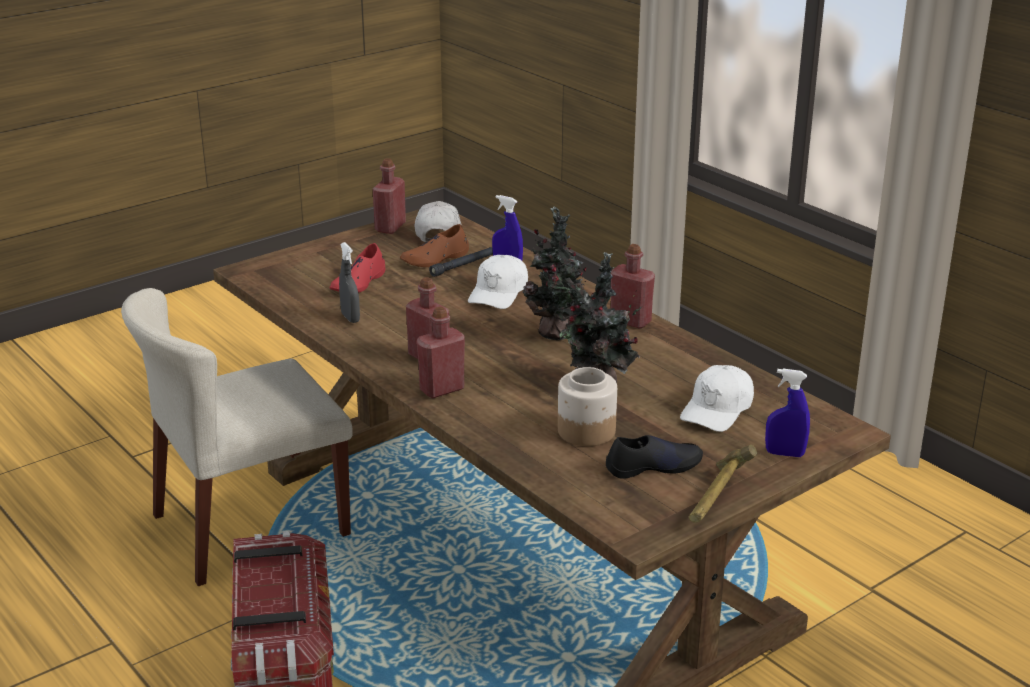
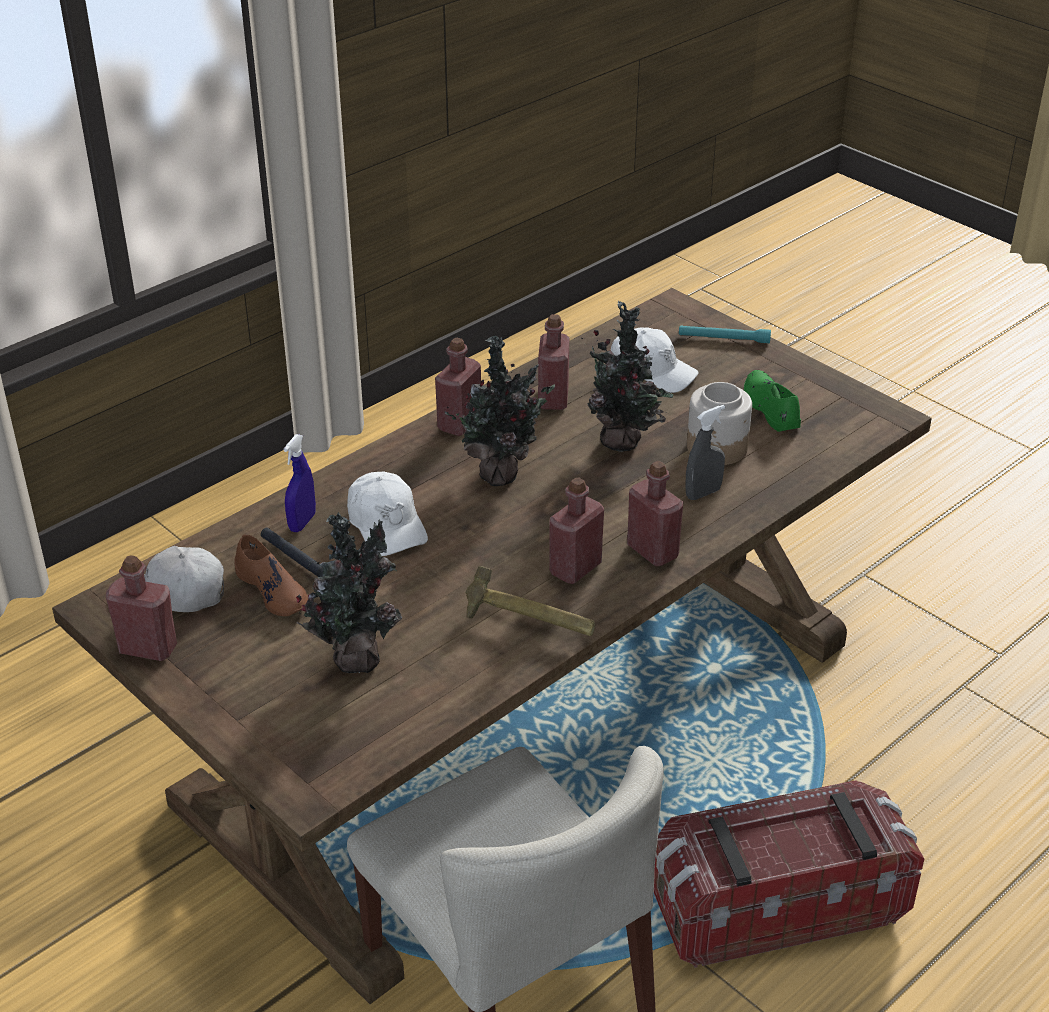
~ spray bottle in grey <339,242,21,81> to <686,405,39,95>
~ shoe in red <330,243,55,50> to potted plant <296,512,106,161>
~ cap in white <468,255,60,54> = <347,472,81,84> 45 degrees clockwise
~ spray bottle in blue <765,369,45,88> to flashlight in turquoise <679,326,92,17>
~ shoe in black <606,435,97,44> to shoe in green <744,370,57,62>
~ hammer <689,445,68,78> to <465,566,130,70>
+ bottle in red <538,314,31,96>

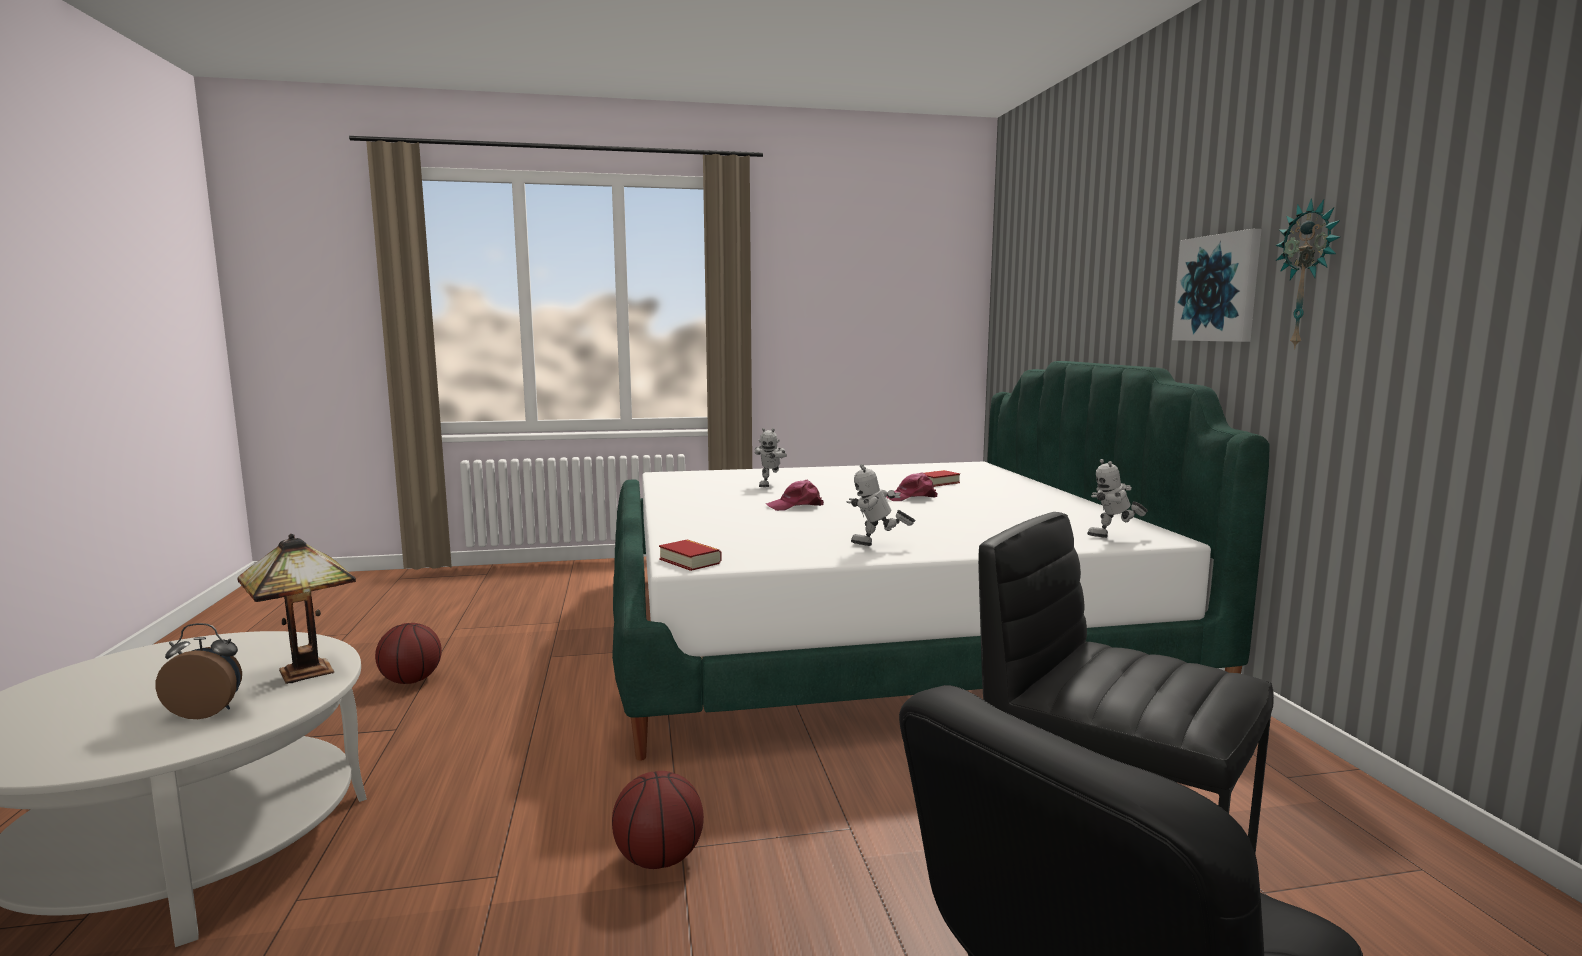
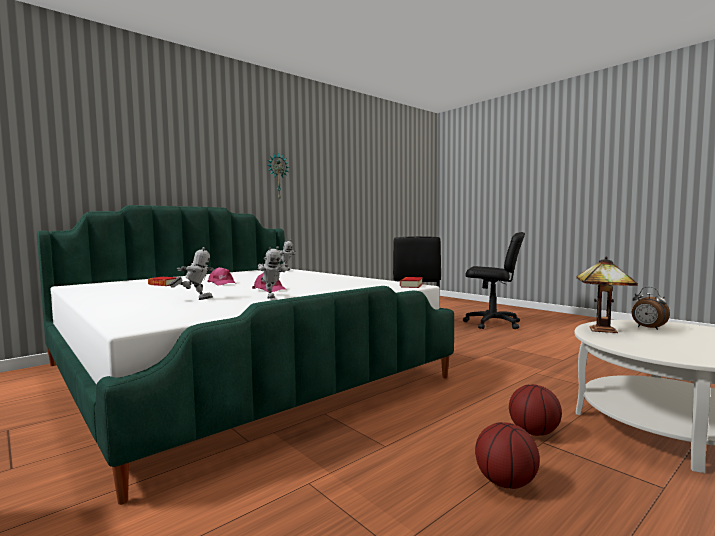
- picture <1172,229,90,113>
~ toy robot <847,464,68,82> to <257,246,31,53>
~ basketball <612,771,92,98> to <509,384,53,52>

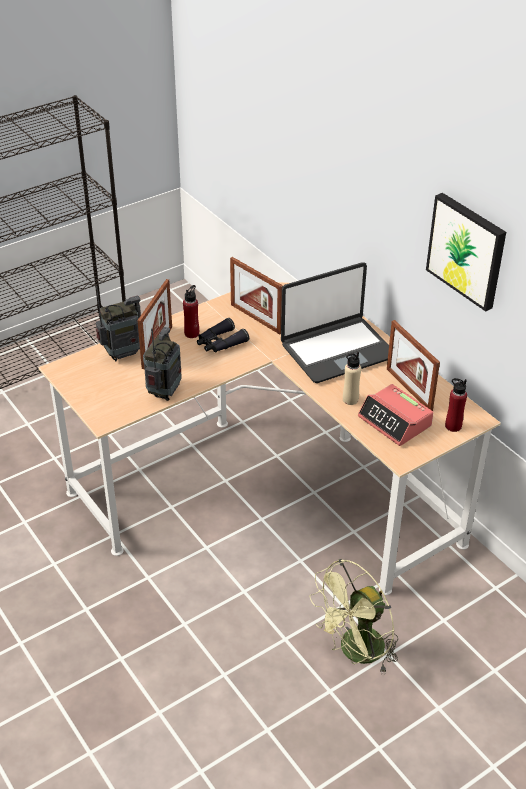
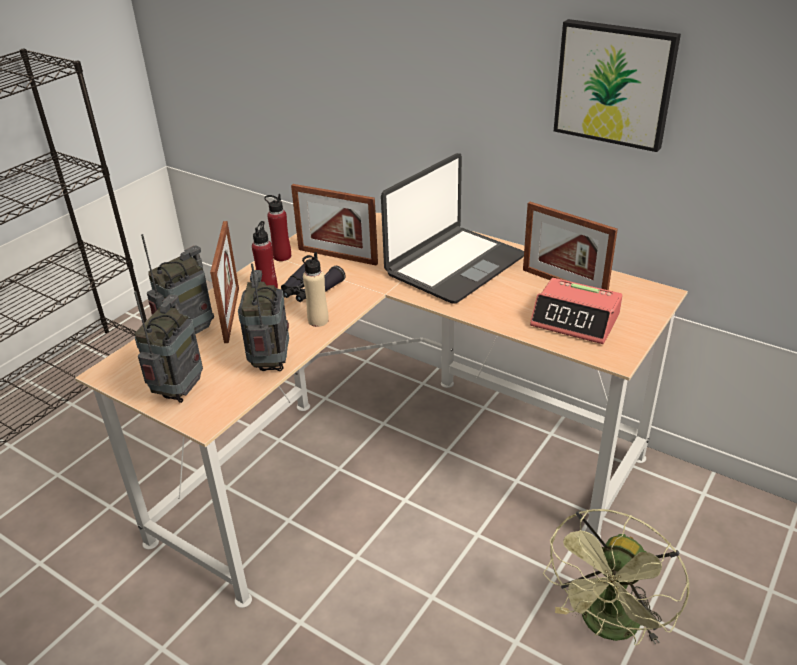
~ bottle in beige <343,352,18,53> to <302,252,27,75>
~ bottle in red <445,378,22,54> to <264,194,27,67>
+ radio <134,291,69,112>

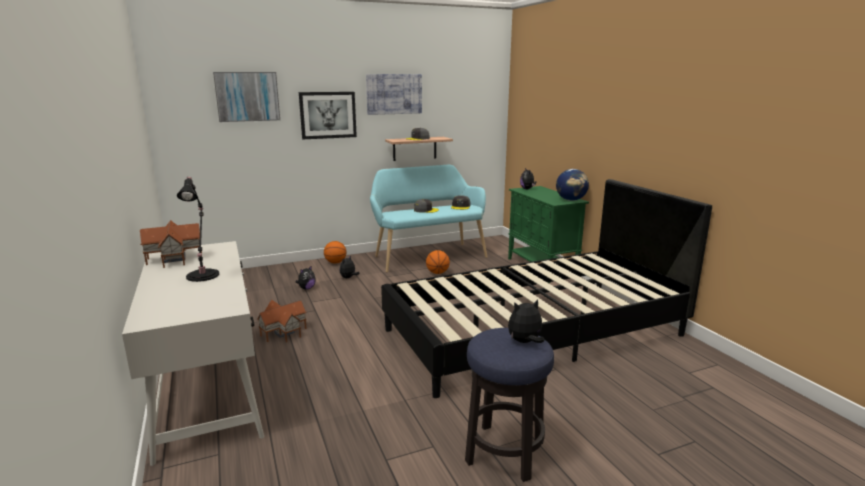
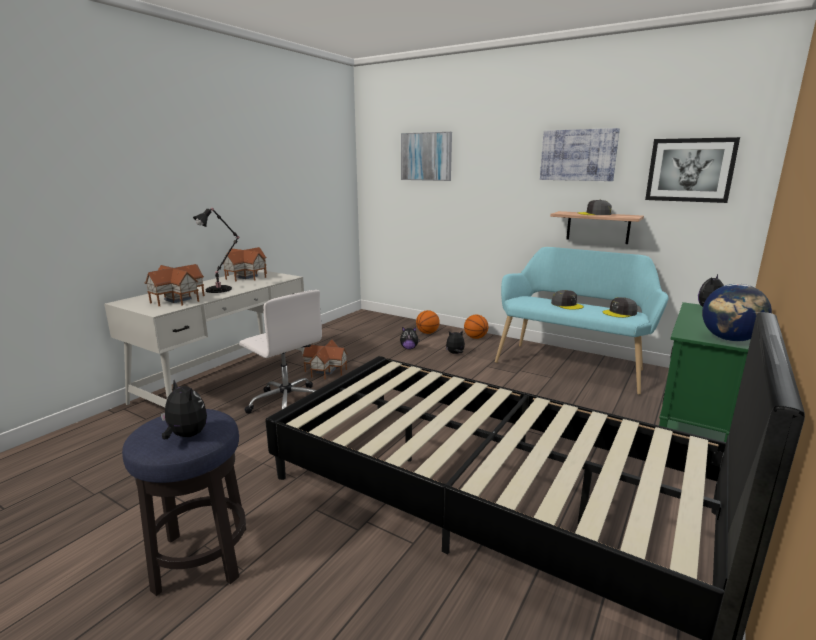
~ picture <299,92,58,47> to <645,137,95,66>
~ basketball <426,250,24,24> to <416,310,24,24>
+ toy house <145,264,60,42>
+ office chair in white <239,290,83,124>

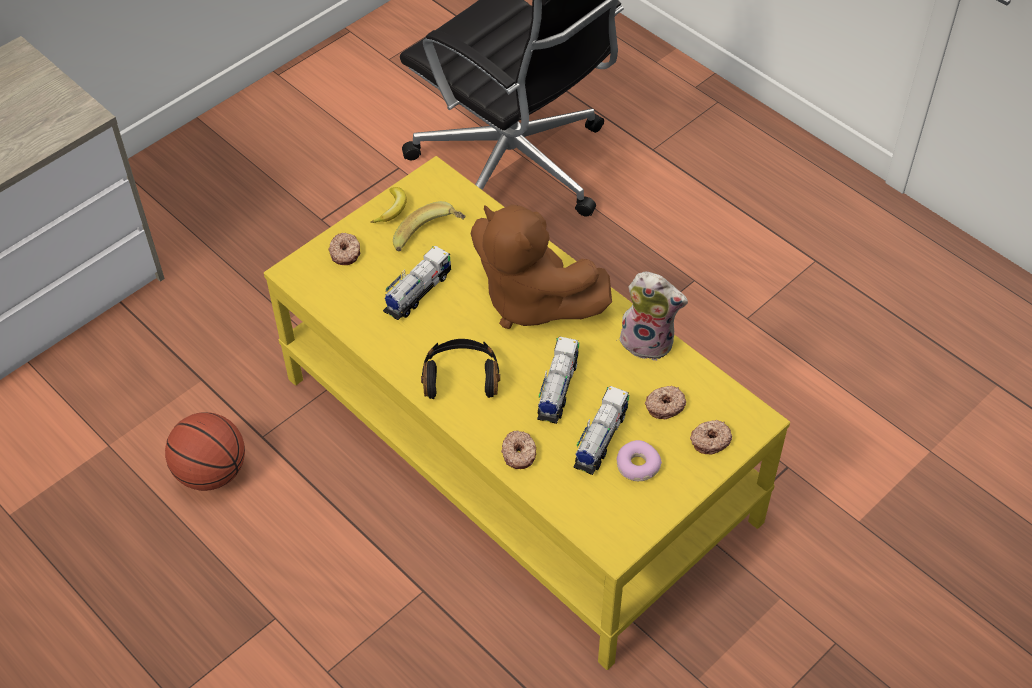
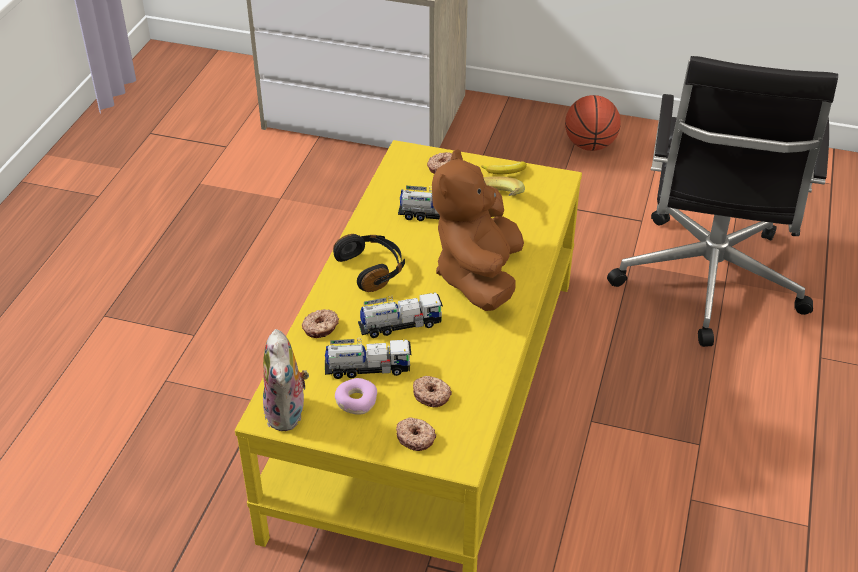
~ plush toy <620,271,68,89> to <263,329,46,102>
~ basketball <165,412,80,79> to <565,95,56,56>

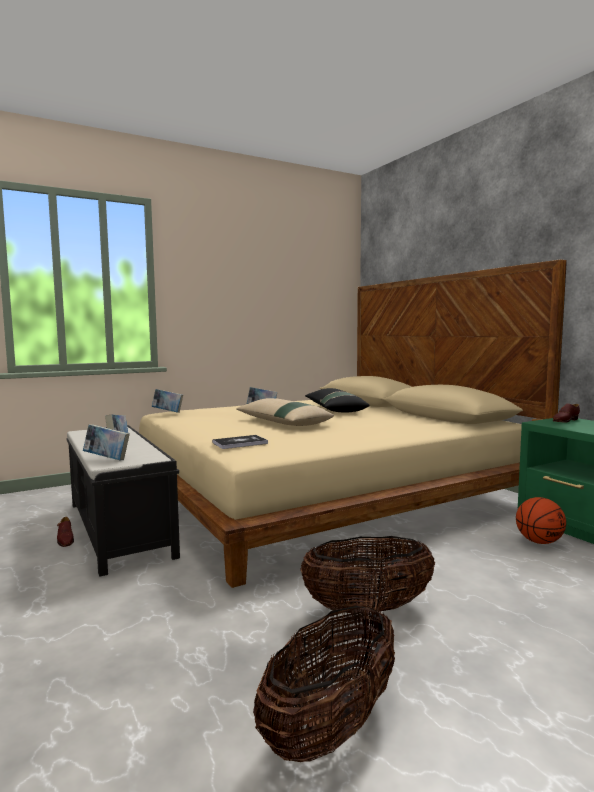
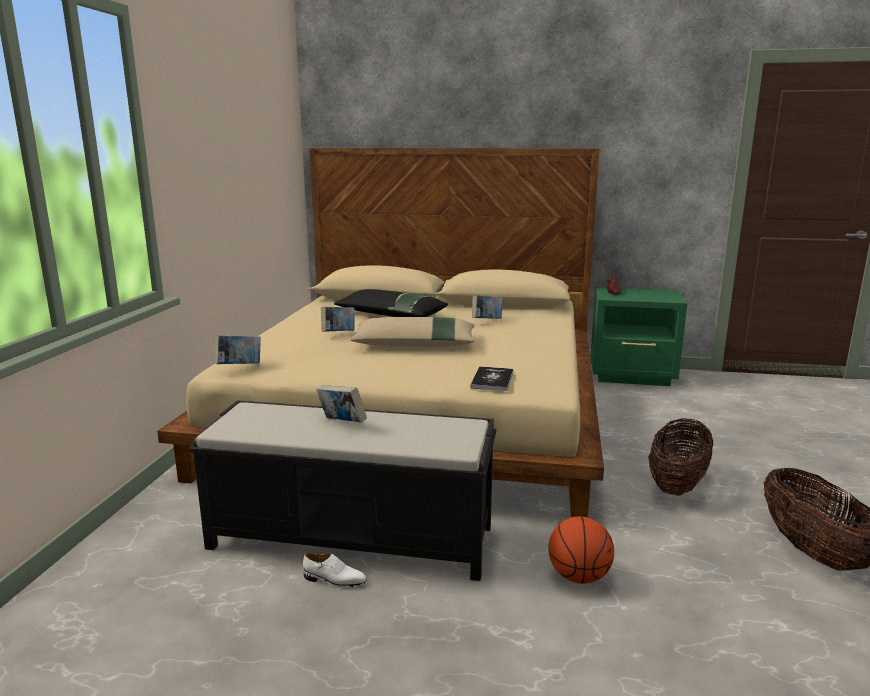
~ book <83,424,47,37> to <472,295,31,24>
~ basketball <516,497,50,47> to <548,516,66,68>
~ shoe in brown <57,517,17,30> to shoe in white <303,553,64,35>

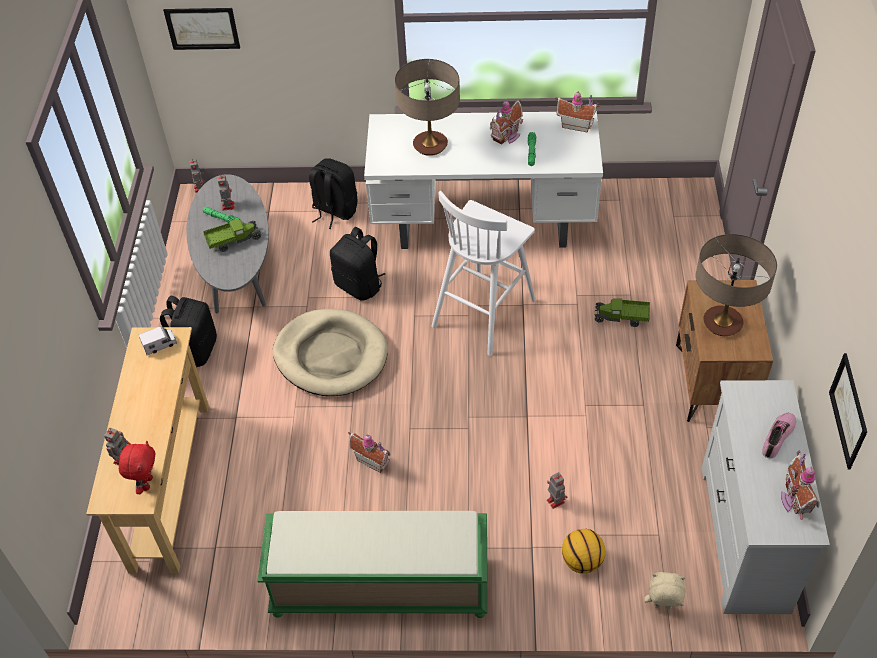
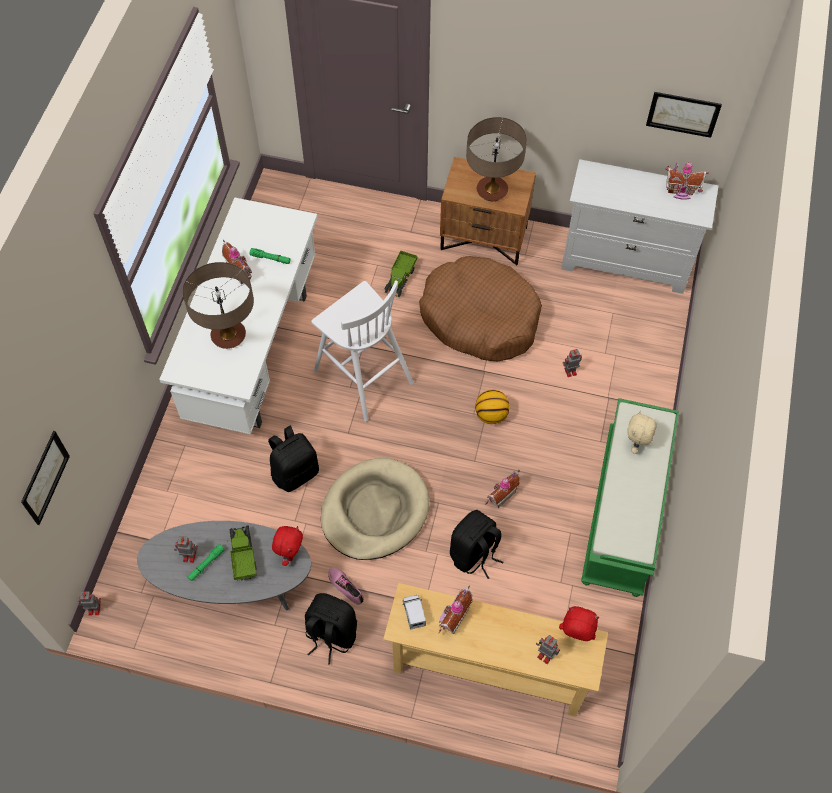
~ toy house <555,92,45,41> to <438,585,35,49>
~ backpack in black <309,158,48,71> to <450,510,53,69>
~ shoe <762,413,34,45> to <328,567,36,38>
~ basketball <562,529,44,45> to <475,390,34,34>
~ plush toy in beige <645,572,40,37> to <627,411,30,43>
+ dog bed in brown <419,256,123,105>
+ plush toy in red <272,526,31,40>

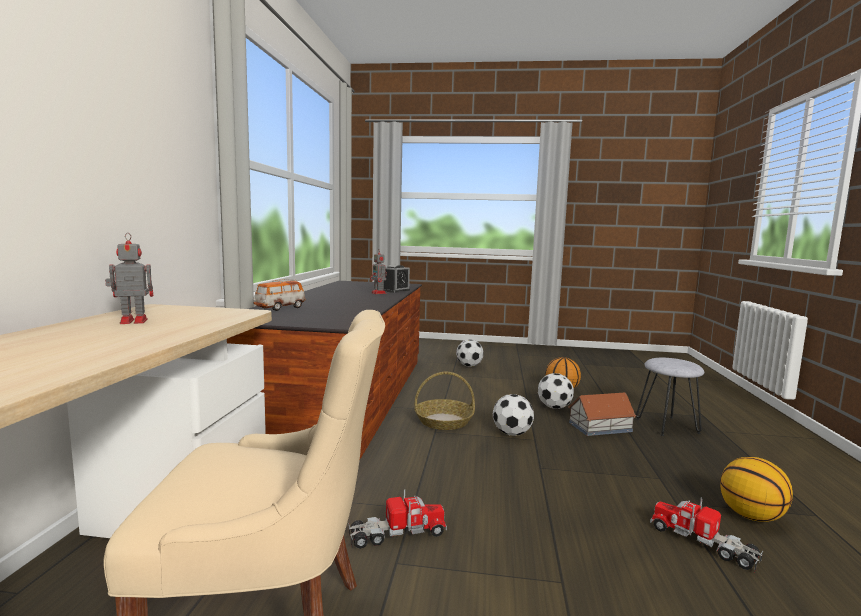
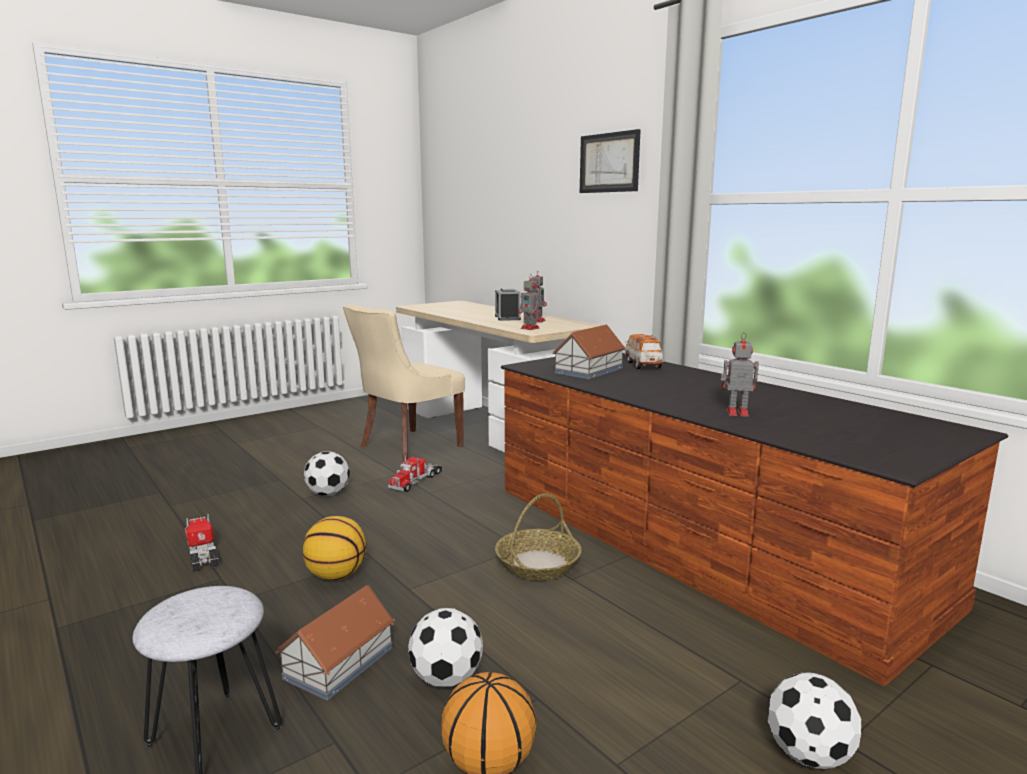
~ alarm clock <384,265,26,28> to <495,288,26,33>
~ football <493,394,41,42> to <304,452,46,44>
~ basketball <720,457,73,65> to <303,516,63,64>
~ toy truck <650,497,113,75> = <185,514,34,58> 120 degrees counterclockwise
+ picture <580,129,61,64>
+ toy robot <518,275,24,55>
+ toy house <552,325,73,54>

